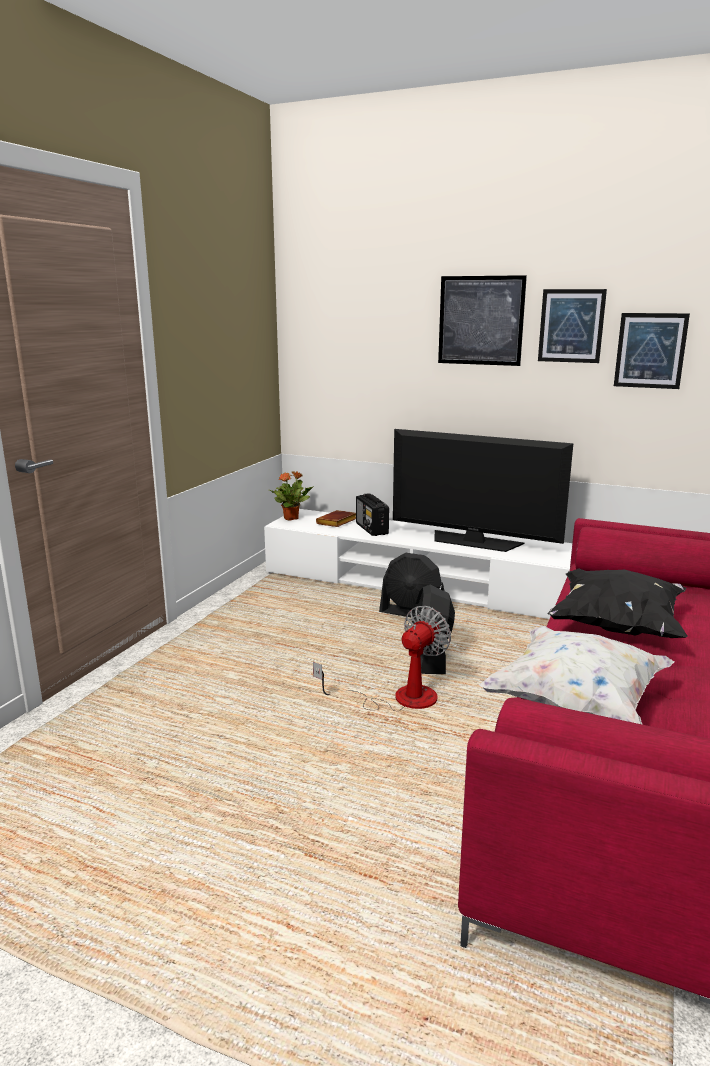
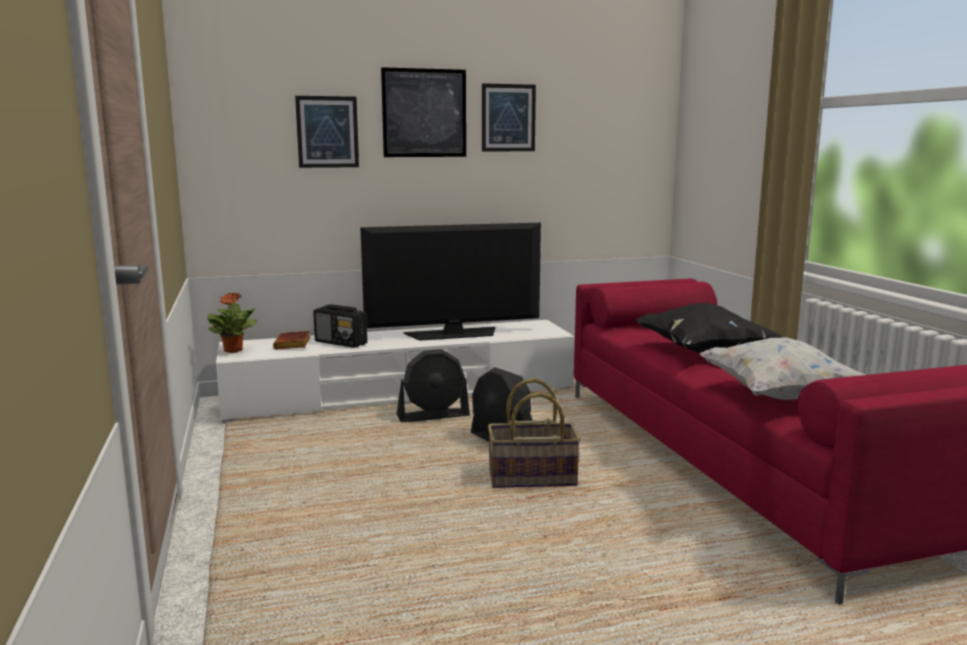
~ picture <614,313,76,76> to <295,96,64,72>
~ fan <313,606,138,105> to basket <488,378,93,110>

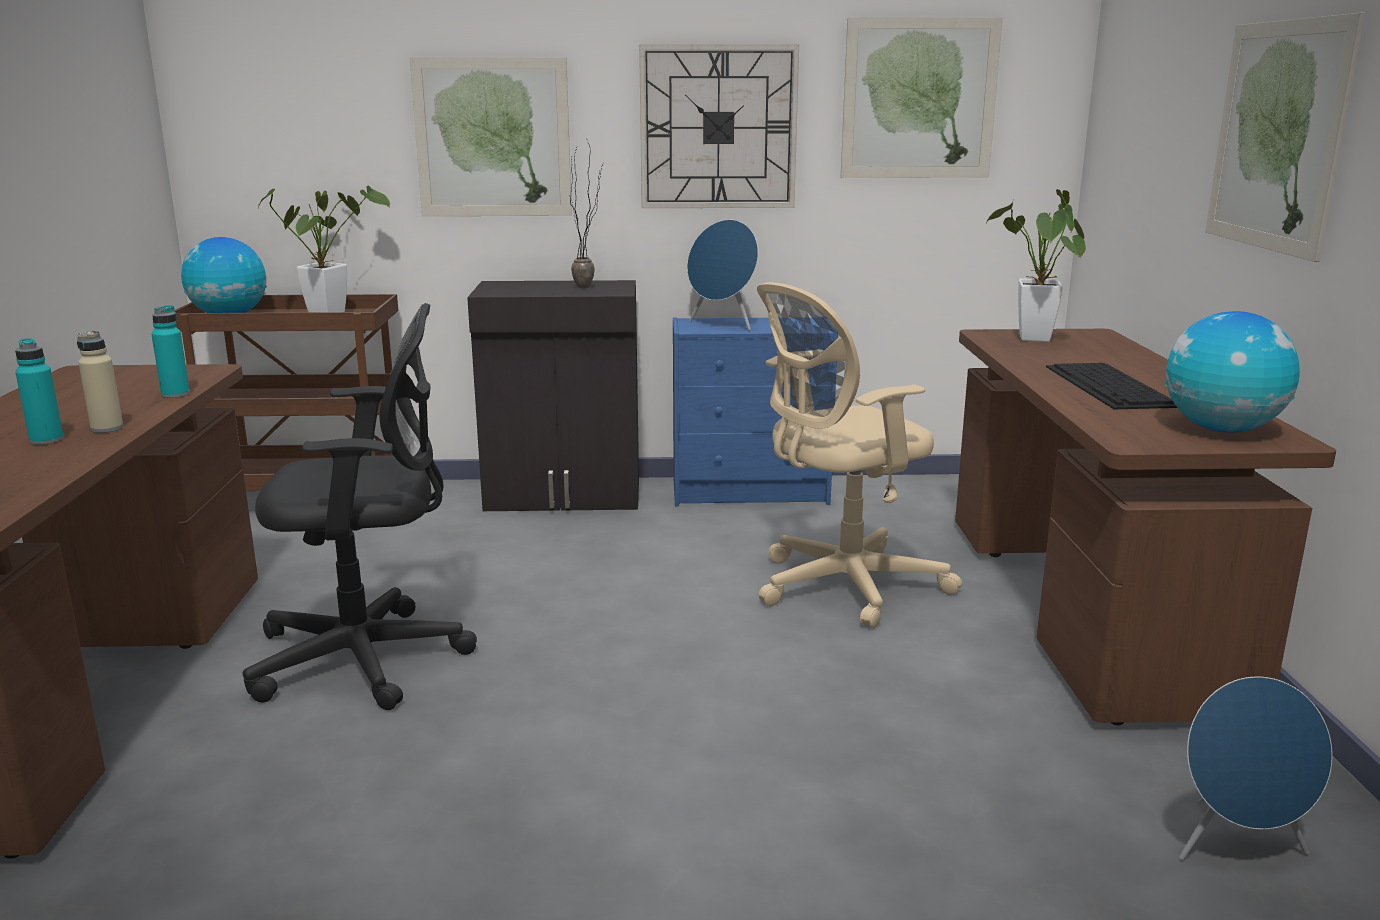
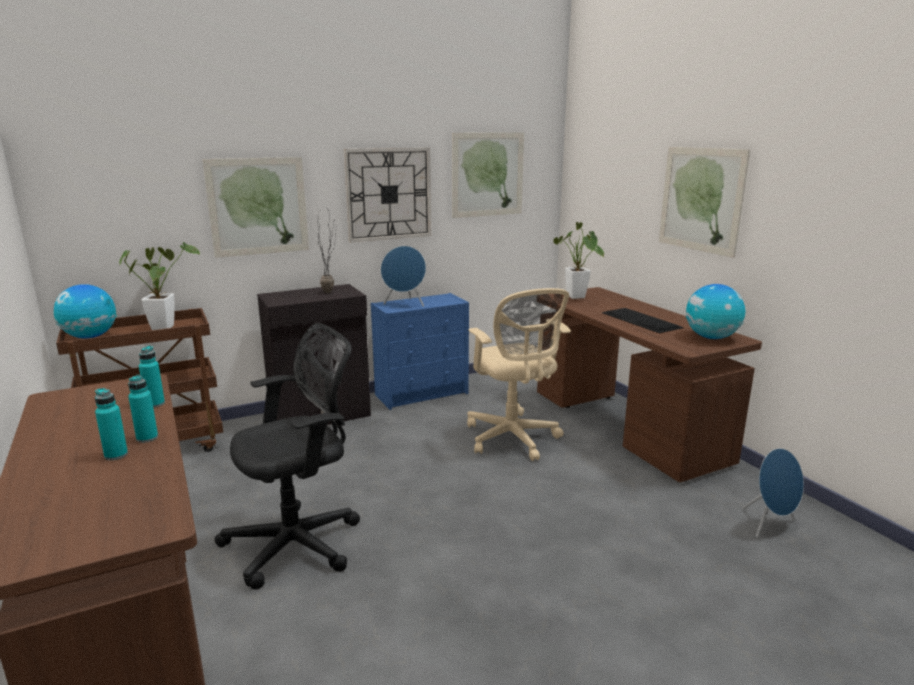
~ office chair in beige <757,282,205,347> = <467,288,104,173> 60 degrees counterclockwise
~ bottle in beige <77,331,46,102> to bottle in turquoise <128,375,30,68>

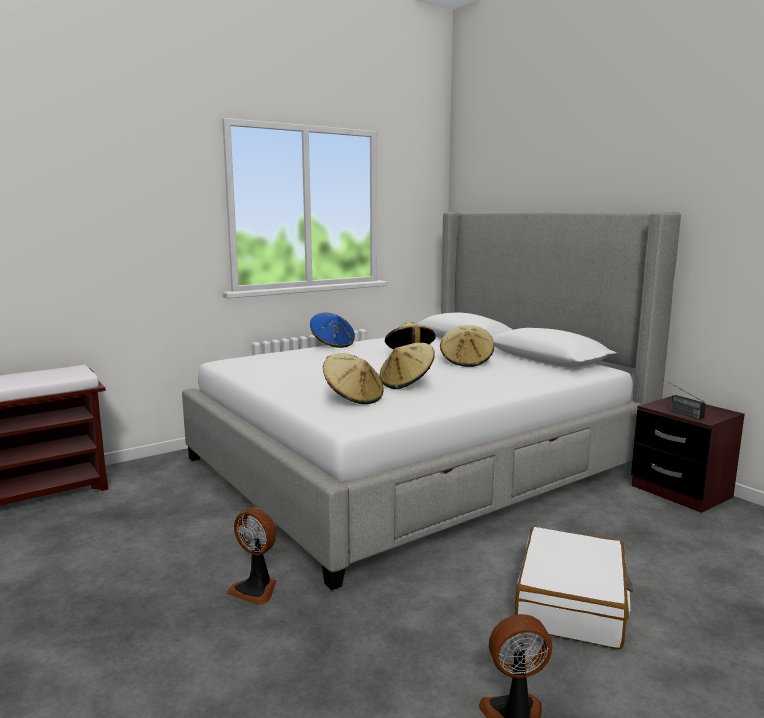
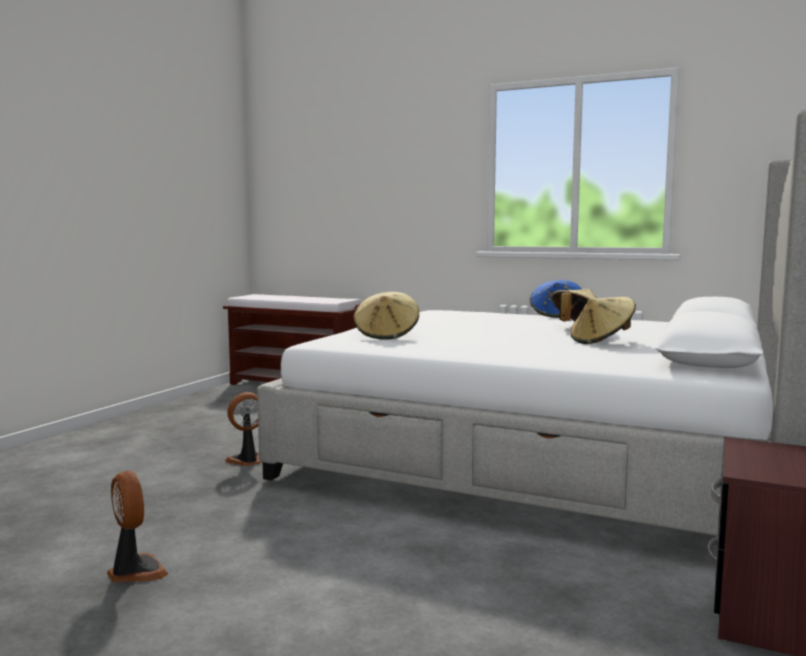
- hat in beige <379,343,56,46>
- radio <663,379,43,40>
~ fan <226,508,50,98> = <225,392,36,74> 60 degrees clockwise
- suitcase in white <515,527,118,122>

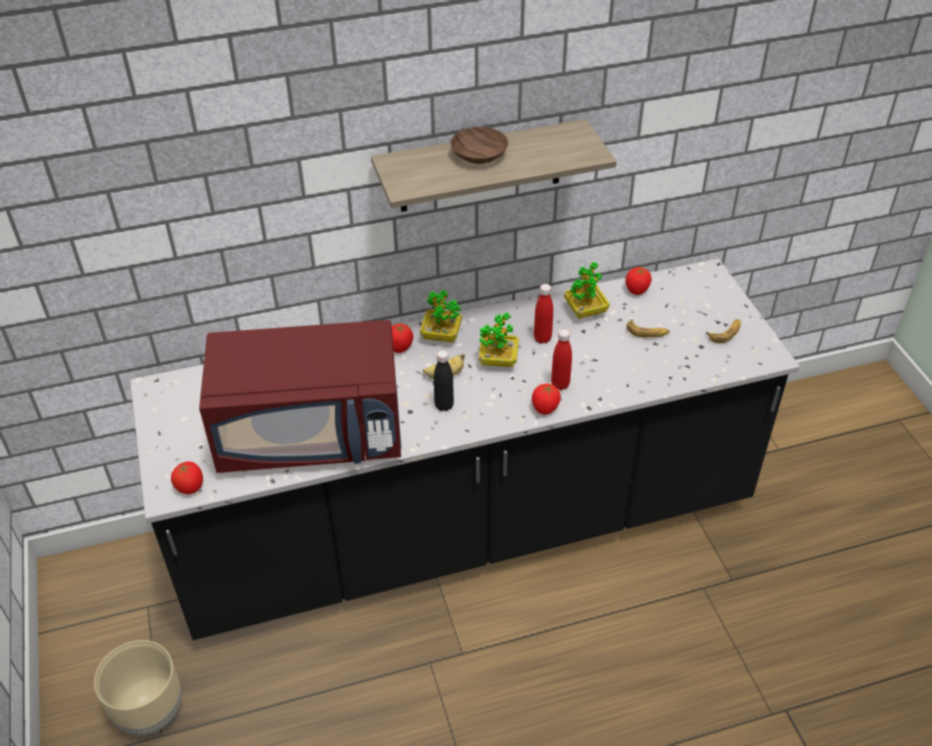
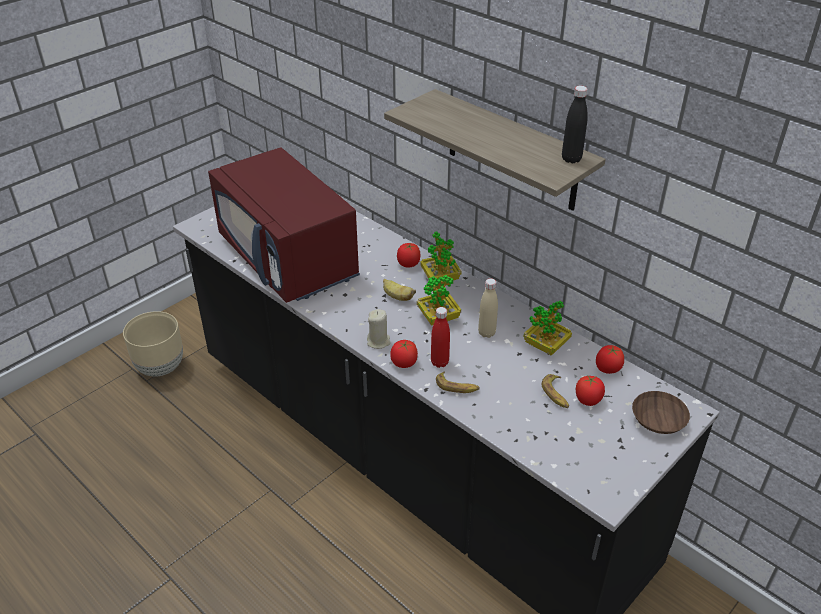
~ bowl in brown <451,127,57,37> to <632,391,58,43>
~ bottle in red <534,284,19,60> to bottle in beige <478,278,20,60>
~ banana <706,319,35,24> to <436,372,44,21>
~ bottle in black <434,350,20,61> to <562,86,26,77>
~ tomato <171,462,32,32> to <576,375,29,31>
+ candle in beige <367,309,24,40>

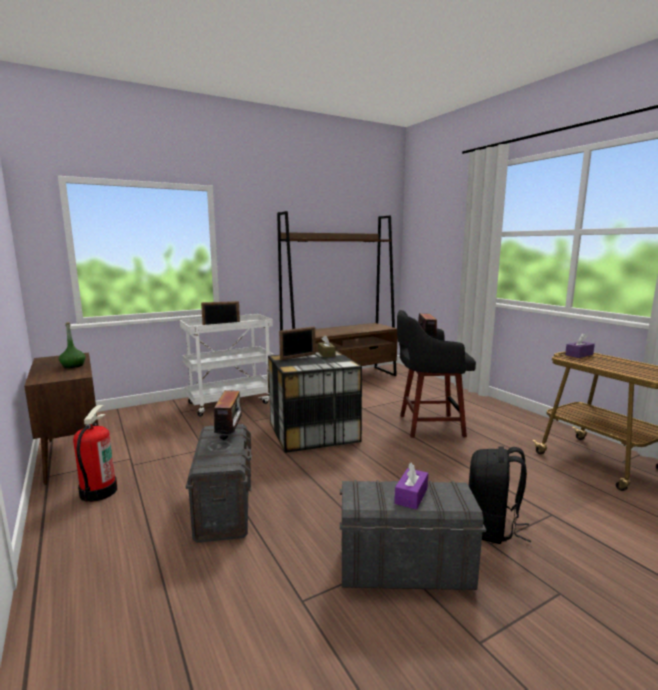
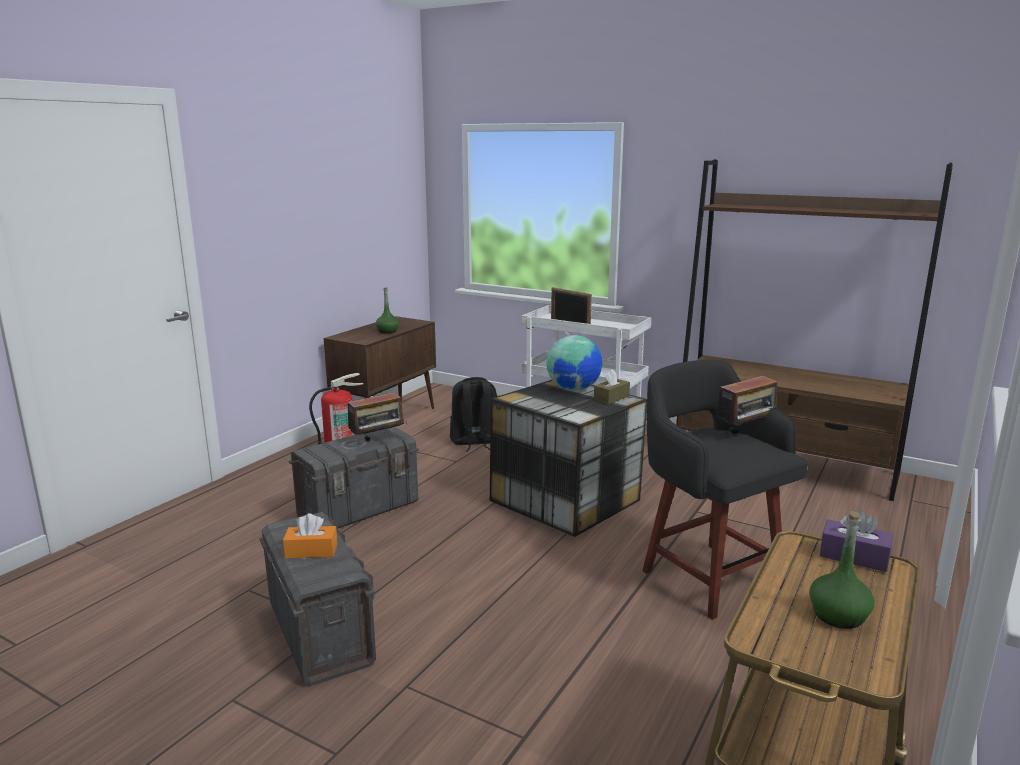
~ picture frame <279,326,36,34> to globe <546,335,56,56>
~ backpack in black <468,446,63,98> to <450,377,47,75>
~ tissue box in purple <394,463,34,47> to tissue box in orange <283,513,54,45>
+ bottle in green <809,511,65,118>

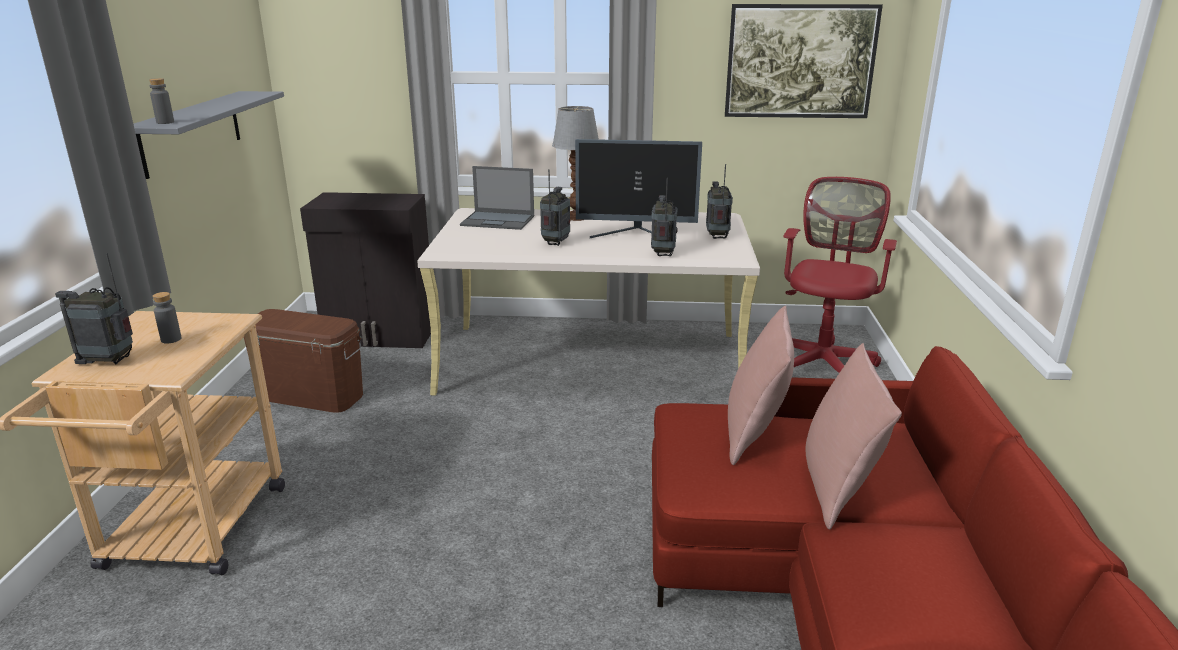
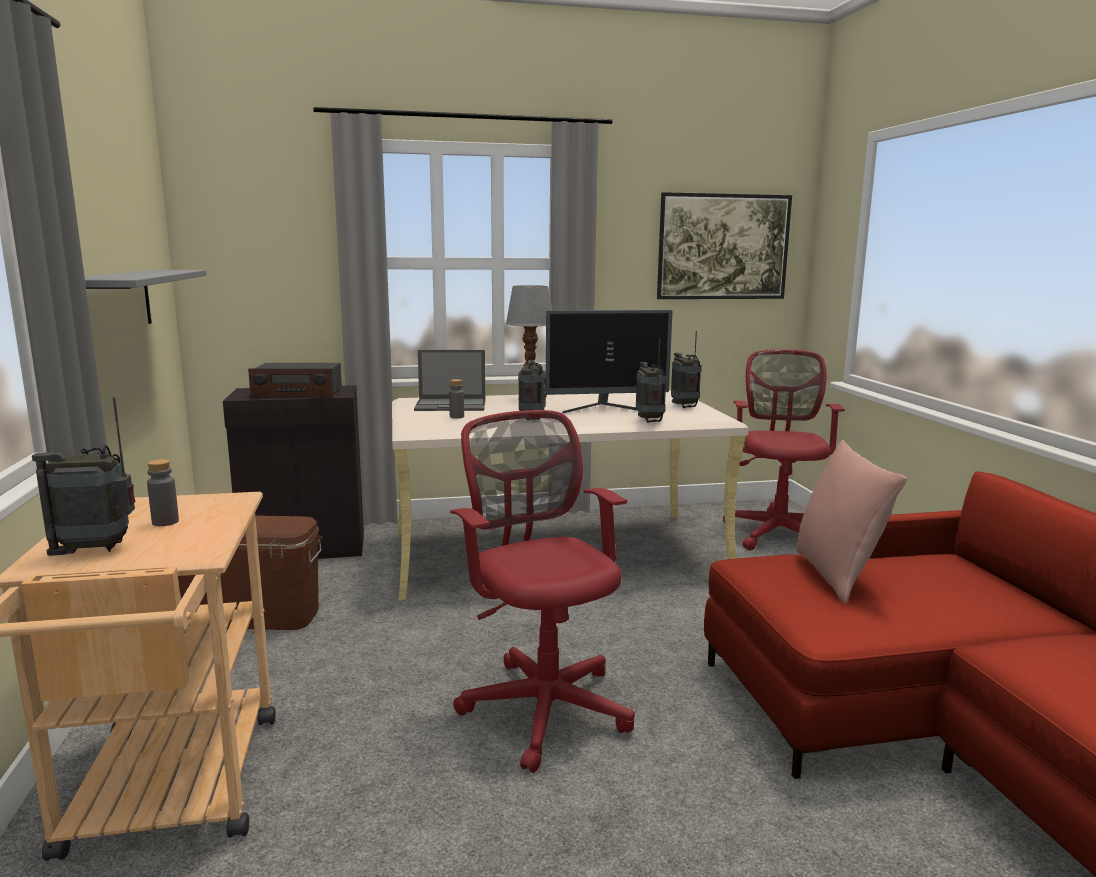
~ bottle in grey <149,78,25,46> to <449,379,15,40>
- pillow in pink <806,343,96,187>
+ radio <248,363,94,35>
+ office chair in red <450,410,185,363>

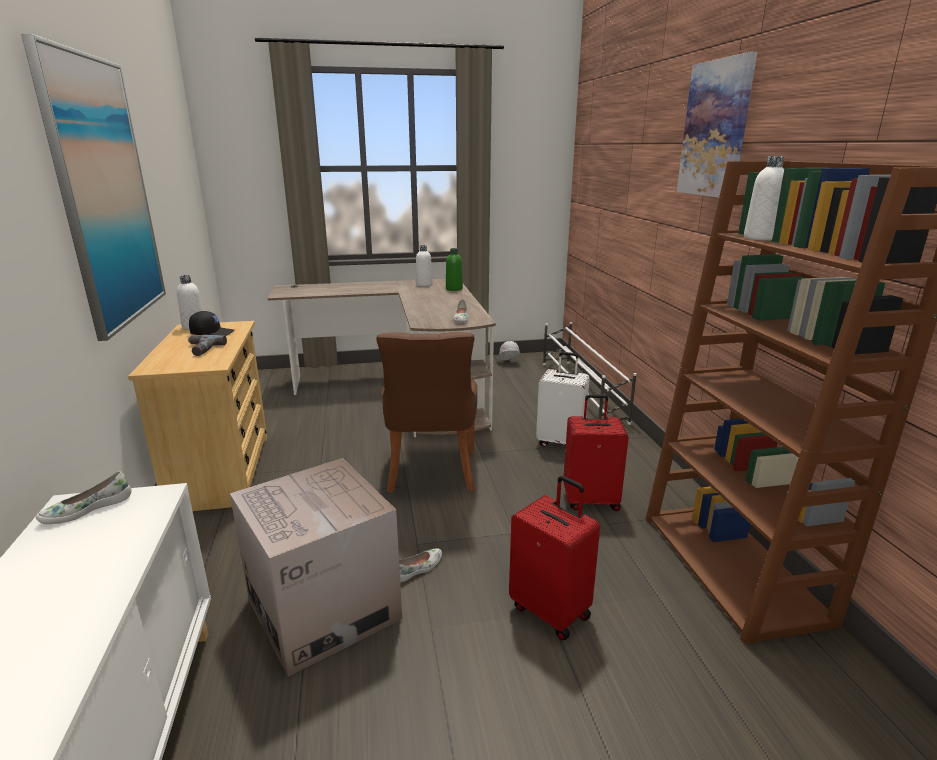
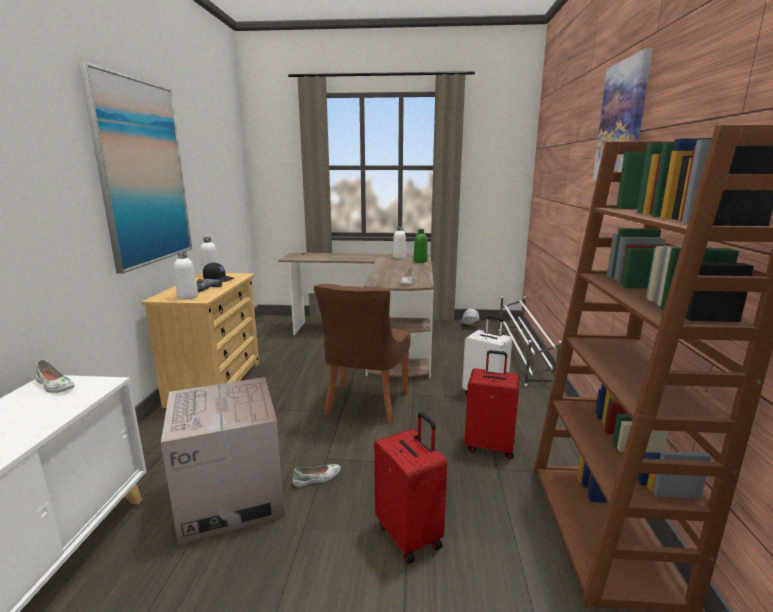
~ bottle in white <744,156,41,85> to <174,251,24,49>
~ shoe in white <36,471,96,54> = <35,360,39,33> 120 degrees counterclockwise

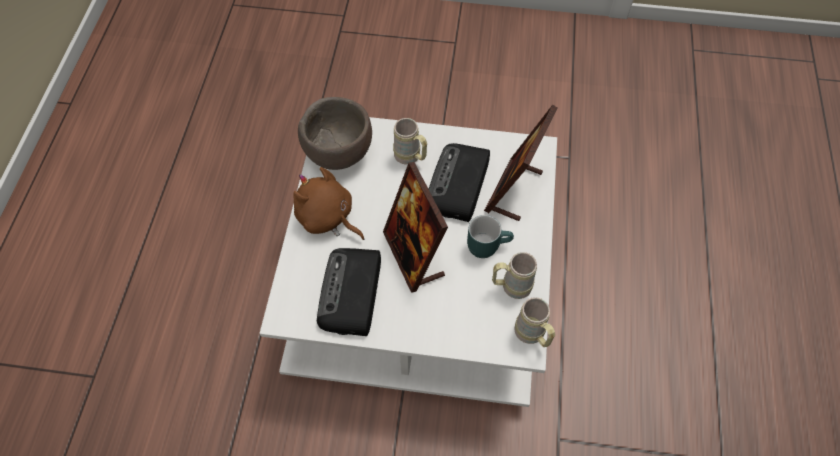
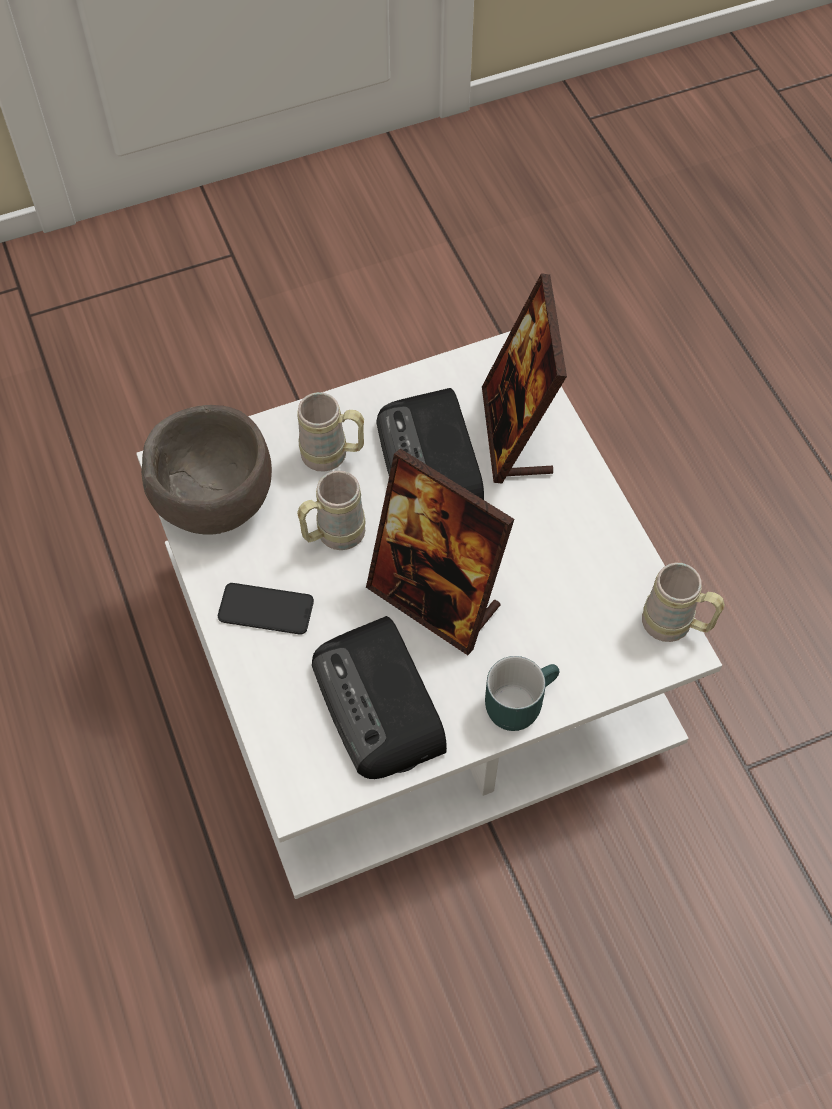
~ plush toy in brown <293,167,71,73> to phone <218,583,96,52>
~ mug in turquoise <467,215,47,43> to <485,656,74,75>
~ mug in beige <492,252,45,47> to <297,471,69,79>

